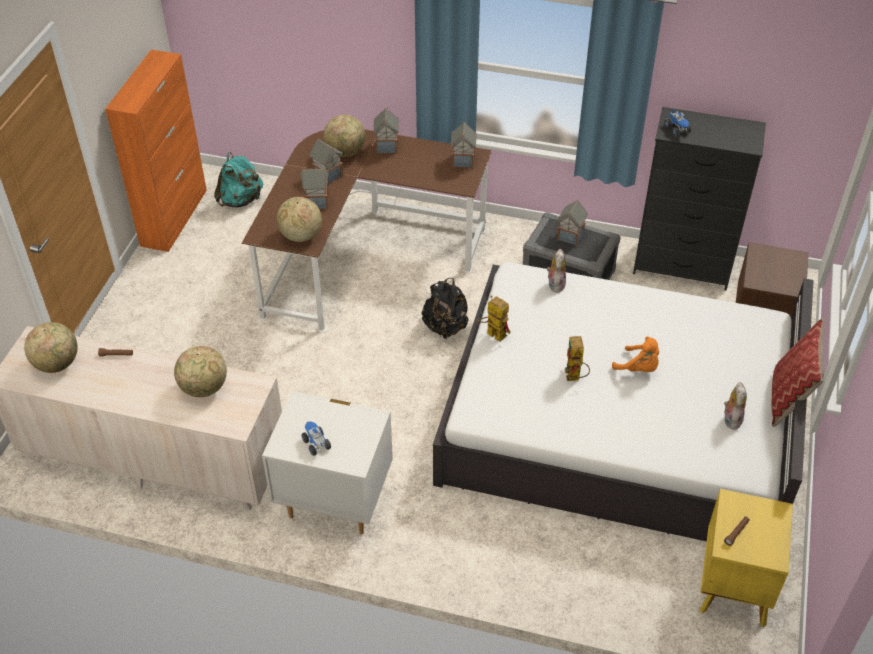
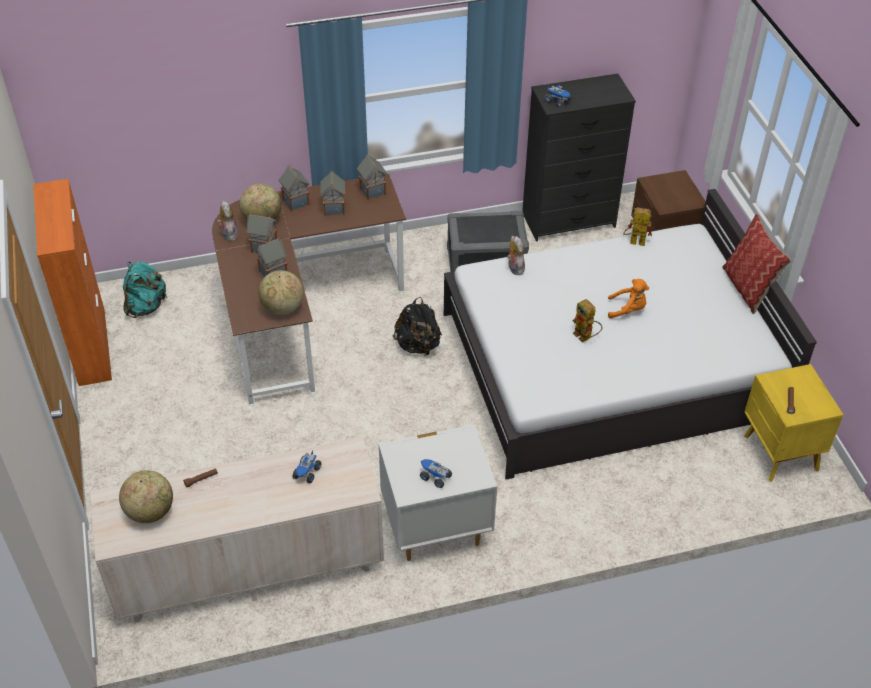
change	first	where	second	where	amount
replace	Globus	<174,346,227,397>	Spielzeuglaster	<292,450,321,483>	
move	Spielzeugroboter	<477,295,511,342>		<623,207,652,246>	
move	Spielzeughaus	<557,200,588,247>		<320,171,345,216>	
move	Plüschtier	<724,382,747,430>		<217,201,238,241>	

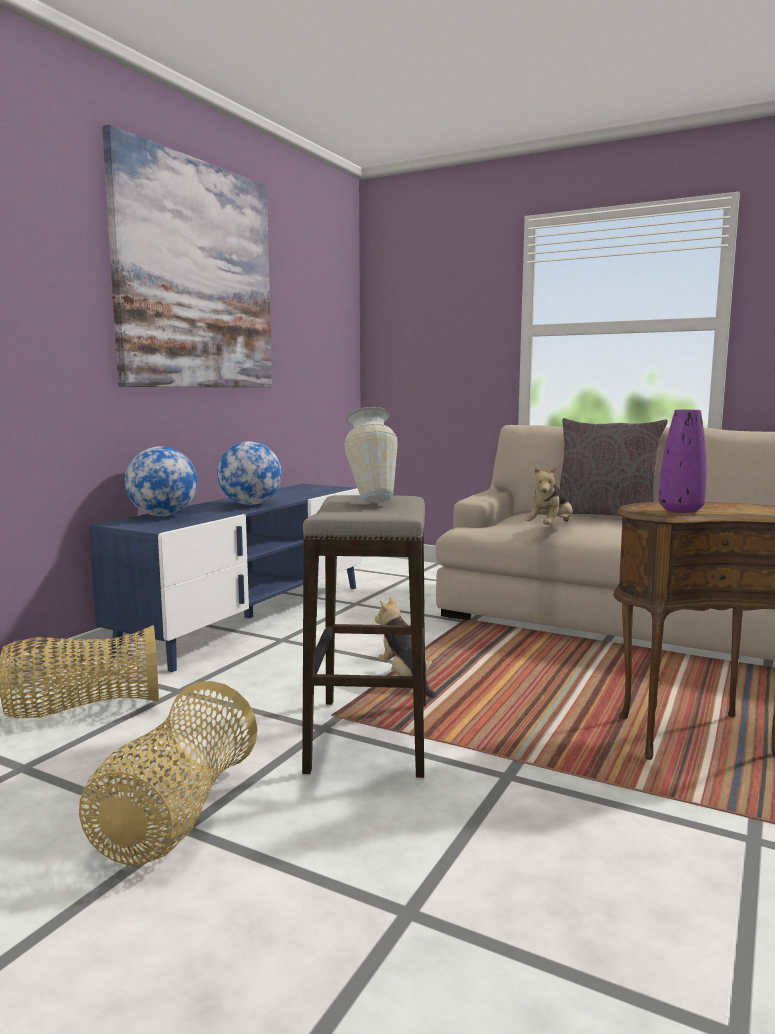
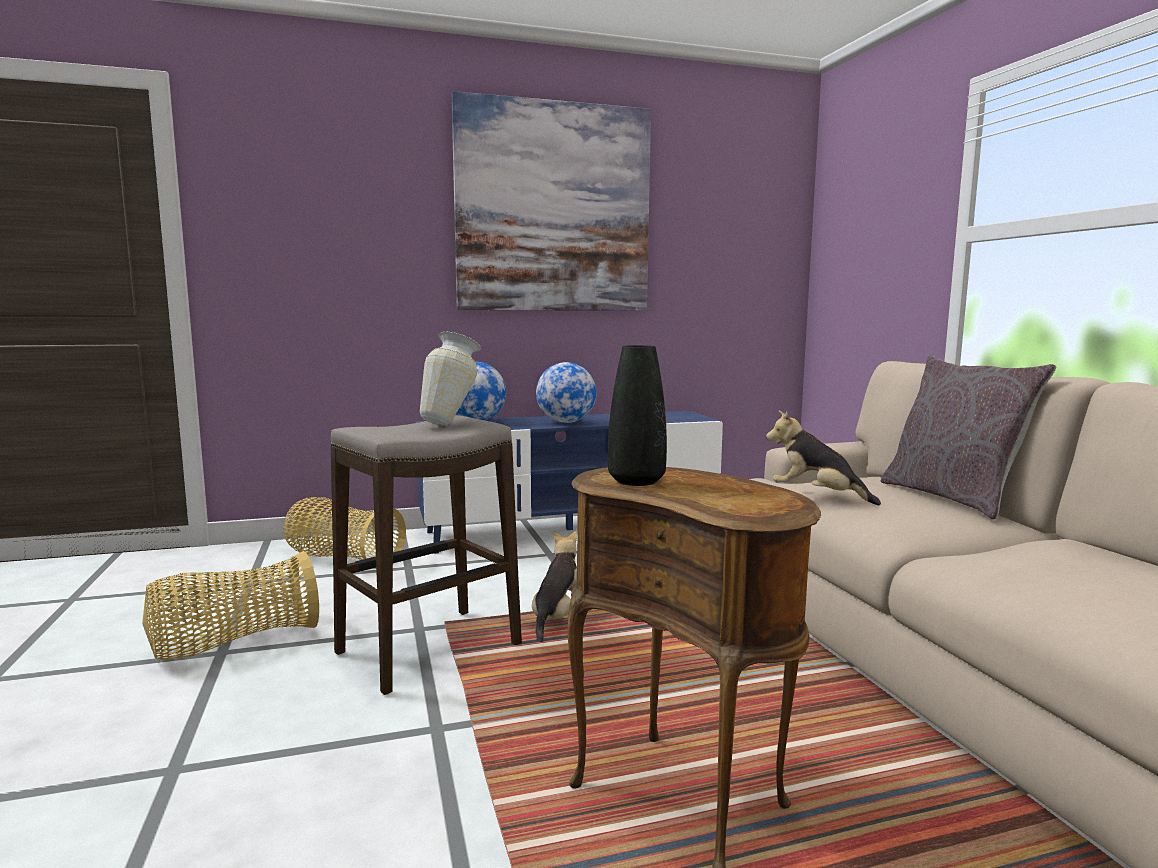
change	first	where	second	where	amount
rotate	Plüschtier	<525,466,573,525>		<766,411,881,506>	45 degrees clockwise
recolor	Vase [lila]	<659,410,707,513>	Vase [schwarz]	<608,345,667,486>	

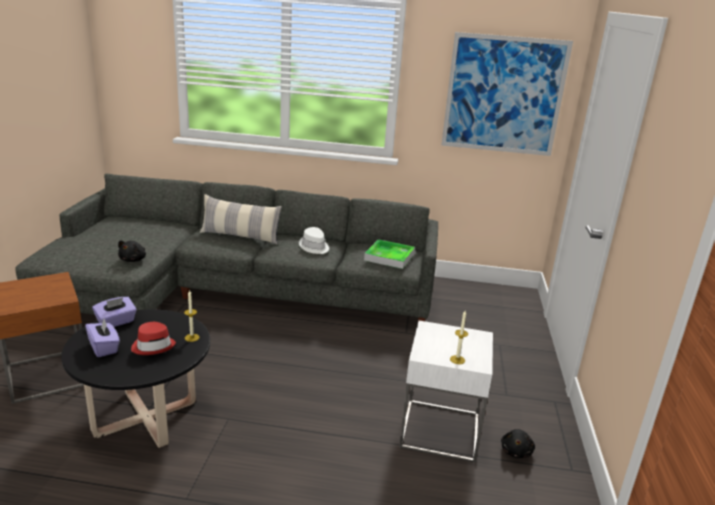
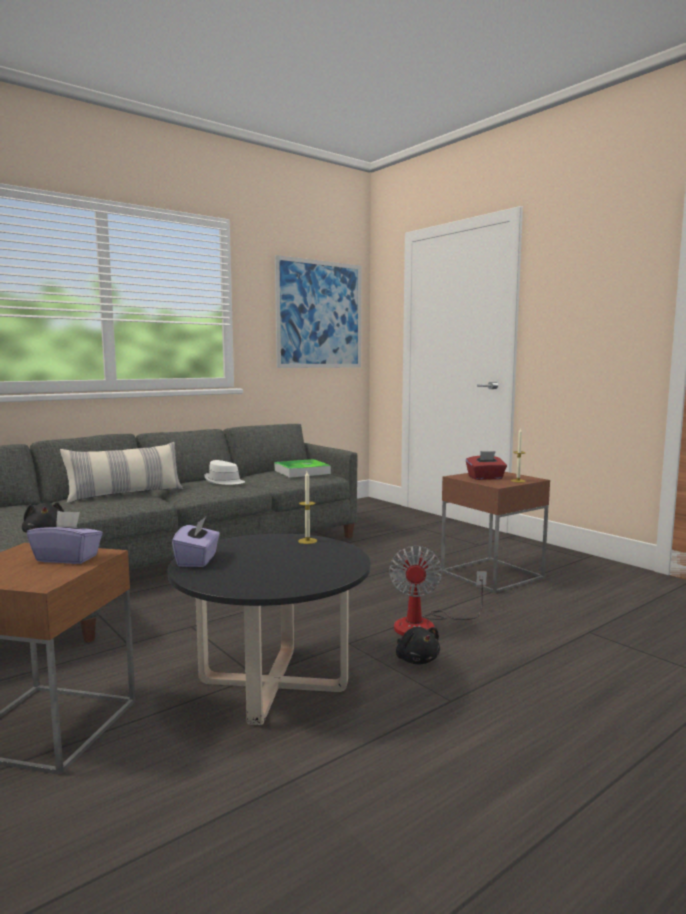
change	first	where	second	where	amount
move	Taschentuchbox [lila]	<85,319,120,357>		<27,511,103,564>	
delete	Hut [rot]	<131,322,176,355>			
recolor	Beistelltisch [weiß]	<399,321,493,463>	Beistelltisch [braun]	<441,472,550,593>	
move	Plüschtier [schwarz]	<501,429,535,458>		<396,627,440,664>	
insert			Ventilator	<389,546,487,636>	
insert			Taschentuchbox [rot]	<466,451,507,480>	

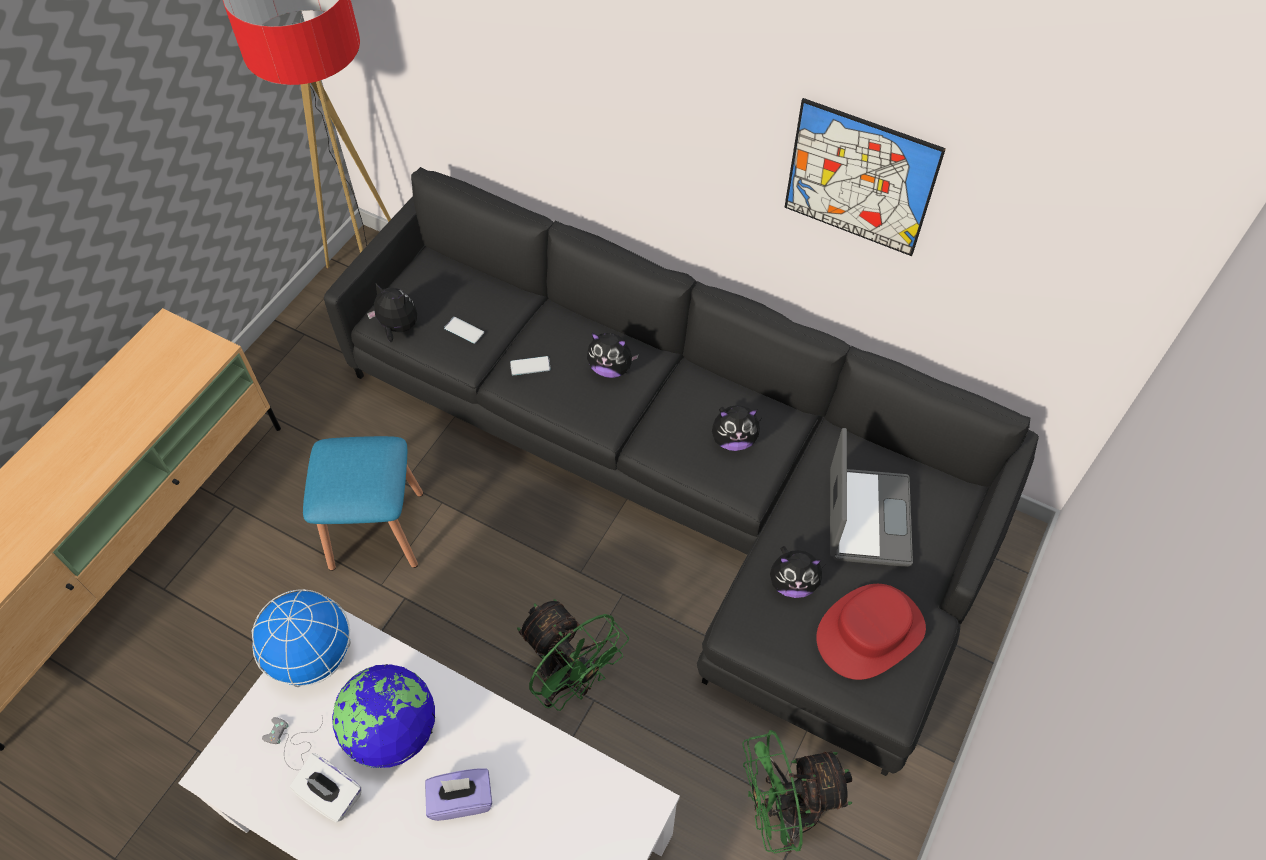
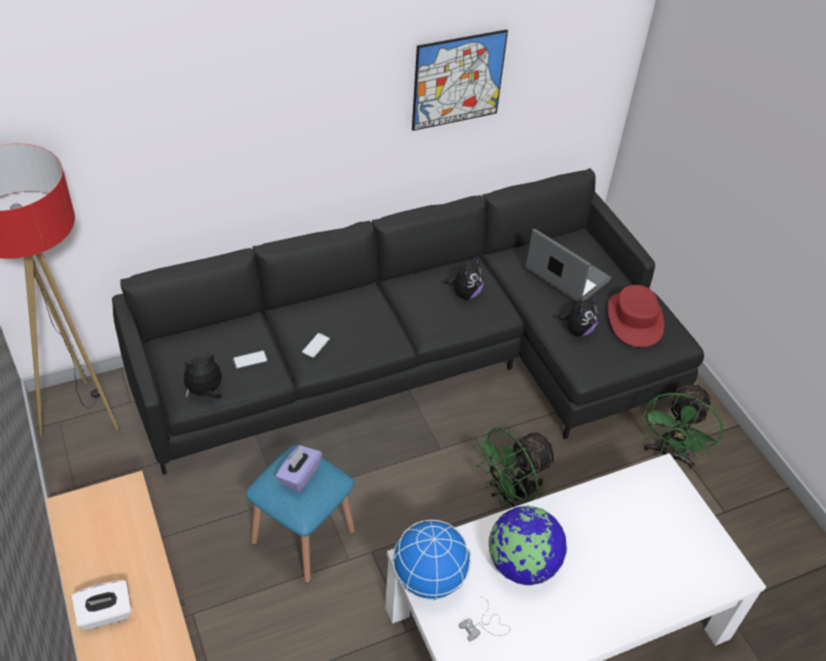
change	first	where	second	where	amount
move	Taschentuchbox [weiß]	<290,753,362,823>		<72,580,131,630>	
move	Taschentuchbox [lila]	<425,769,492,821>		<275,445,322,493>	
rotate	Ventilator [grün]	<517,599,629,711>		<473,427,557,508>	150 degrees clockwise
delete	Plüschtier	<587,333,639,378>			

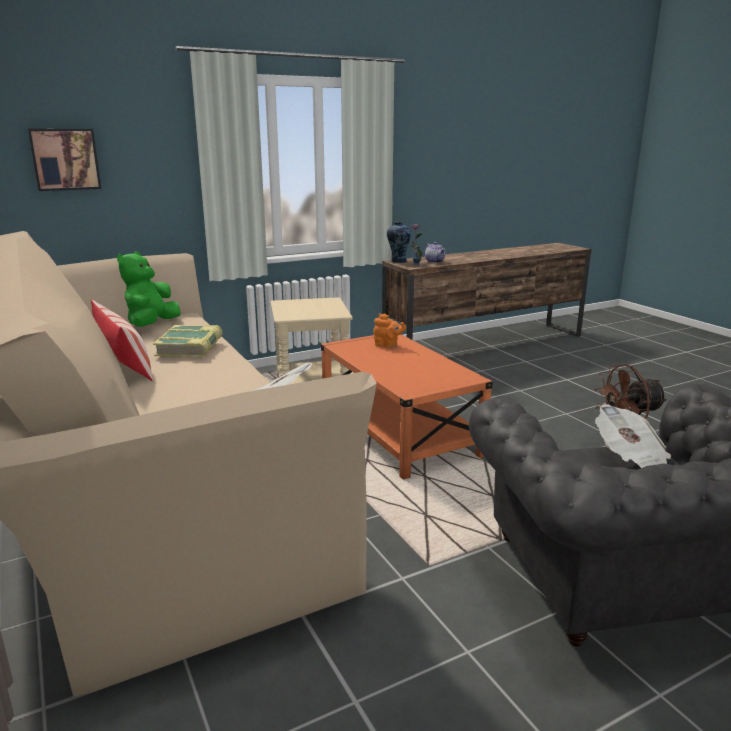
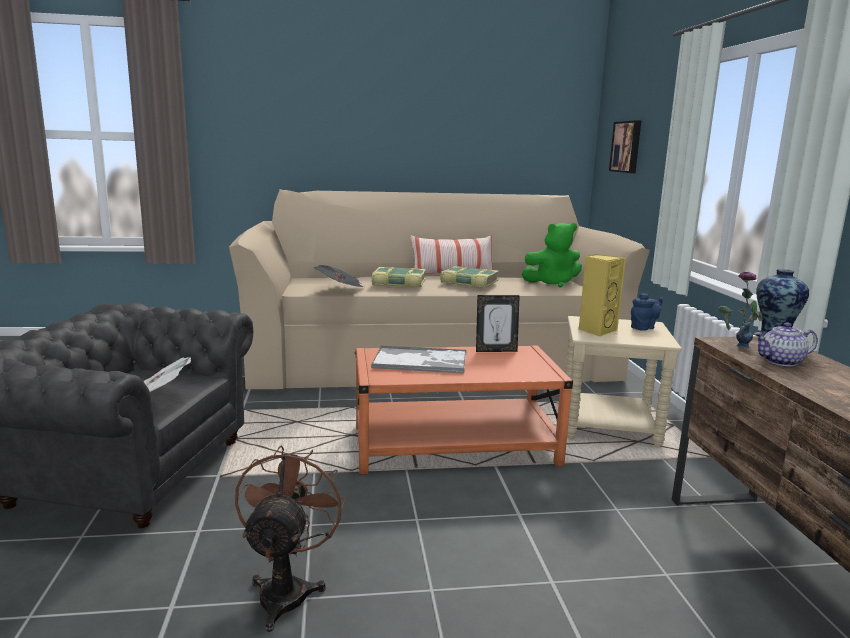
change	first	where	second	where	amount
rotate	Plüschtier [grün]	<117,252,180,327>		<522,223,582,288>	135 degrees clockwise
delete	Teekanne [orange]	<374,313,406,348>			
insert			Tablett	<371,346,467,374>	
insert			Buch	<372,267,426,287>	
insert			Bilderrahmen	<476,295,520,352>	
insert			Lautsprecher [gelb]	<579,254,626,337>	
insert			Teekanne [blau]	<631,293,663,331>	

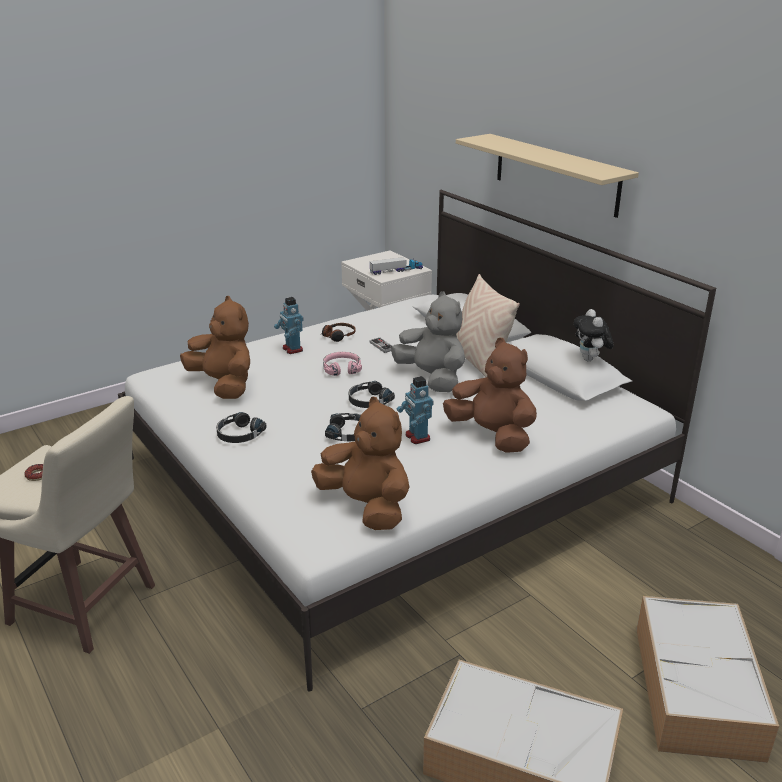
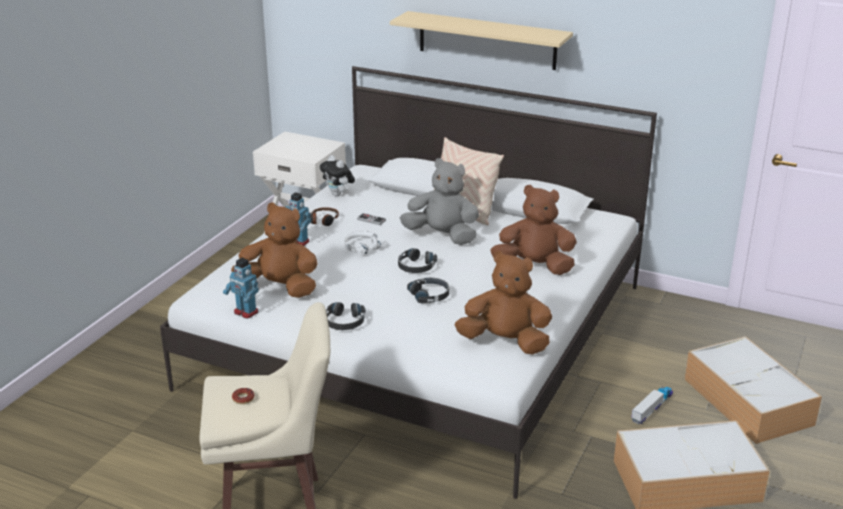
change	first	where	second	where	amount
recolor	Kopfhörer [rosa]	<323,352,362,376>	Kopfhörer [weiß]	<344,231,384,255>	
move	Spielzeuglaster	<370,257,423,275>		<631,386,673,424>	
move	Spielzeugroboter	<397,376,433,444>		<223,258,259,319>	
move	Plüschtier	<574,309,614,361>		<320,155,355,197>	

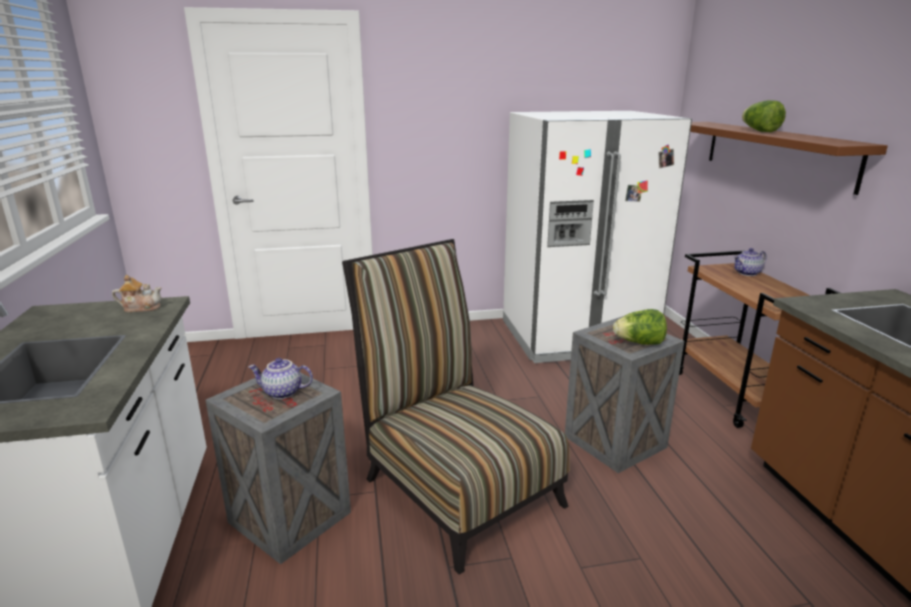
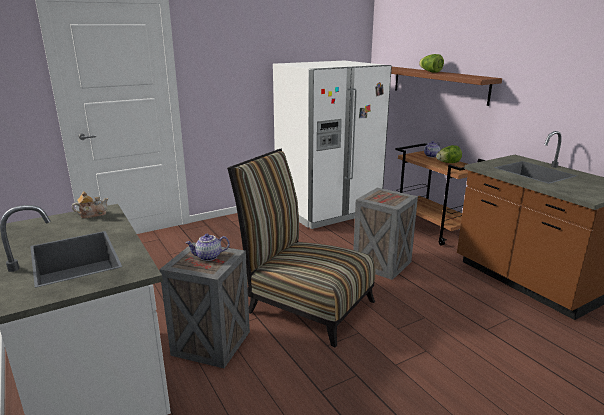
change	first	where	second	where	amount
move	Salatkopf	<613,309,667,345>		<436,145,462,163>	

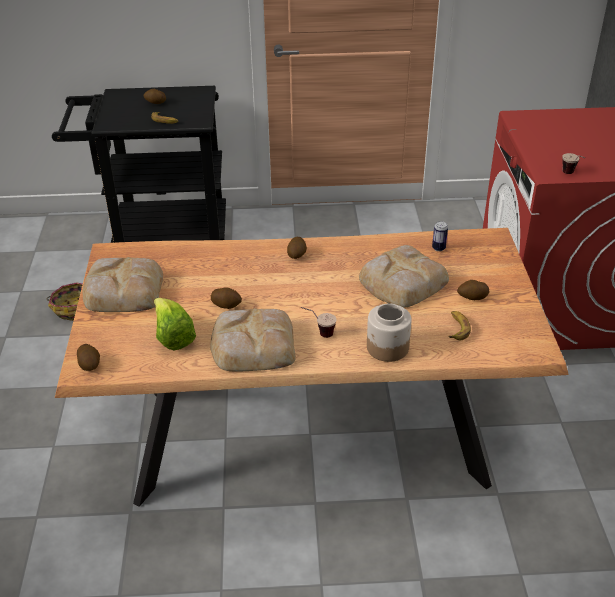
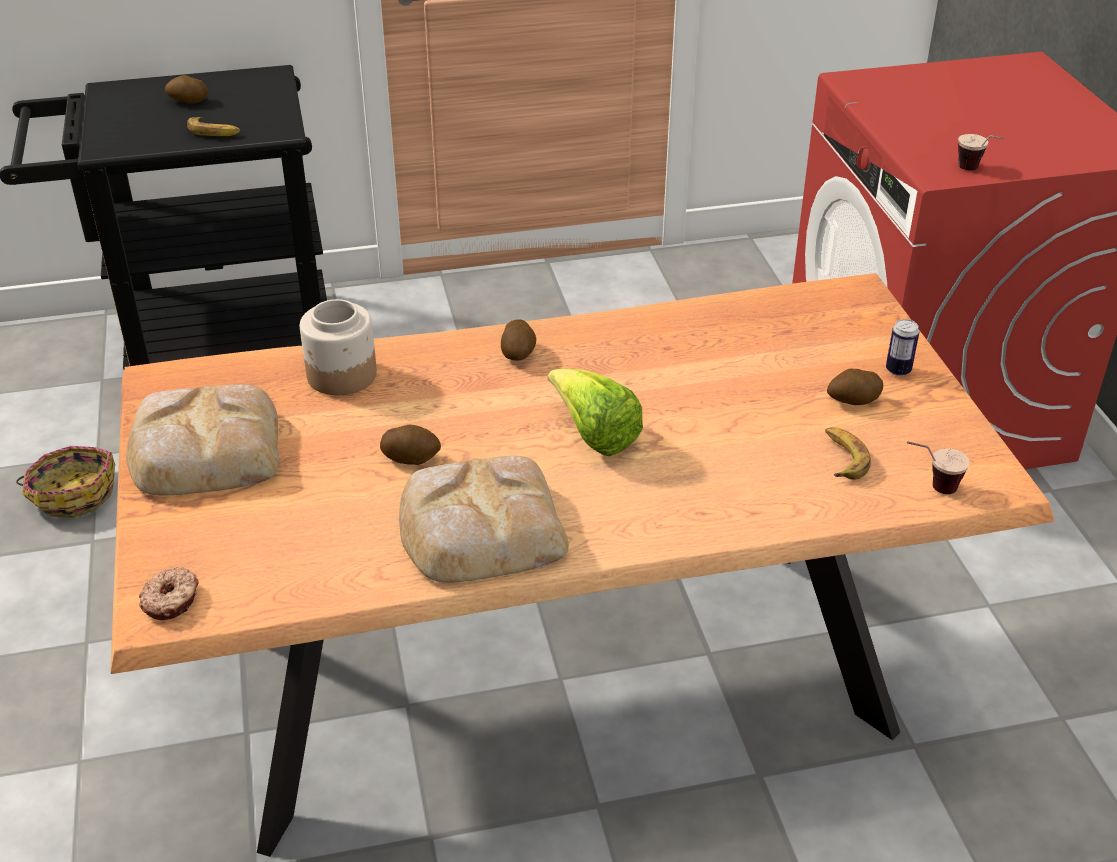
change	first	where	second	where	amount
replace	Kartoffel	<77,344,100,371>	Donut	<139,567,199,620>	
move	Salatkopf	<154,298,196,350>		<548,369,643,456>	
move	Tasse	<301,307,336,338>		<907,441,970,494>	
delete	Brot	<359,245,449,307>			
move	Vorratsglas	<367,304,412,362>		<300,299,377,395>	
move	Dose	<432,221,448,251>		<886,319,919,376>	

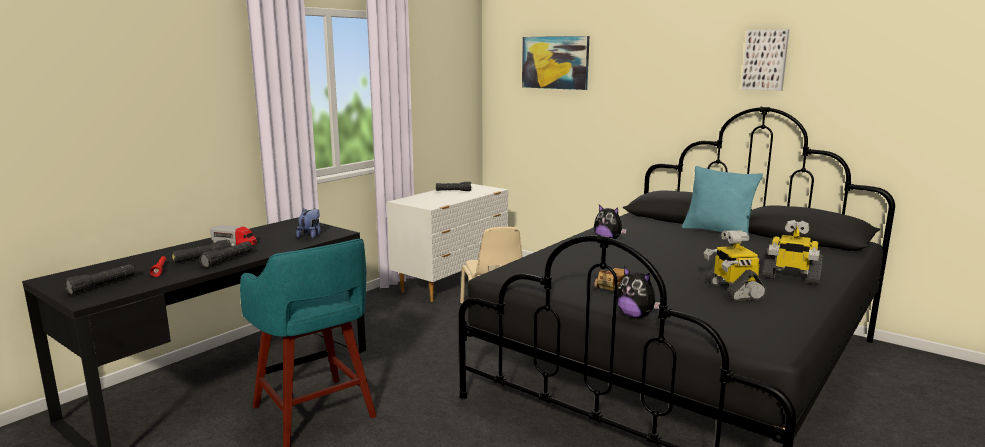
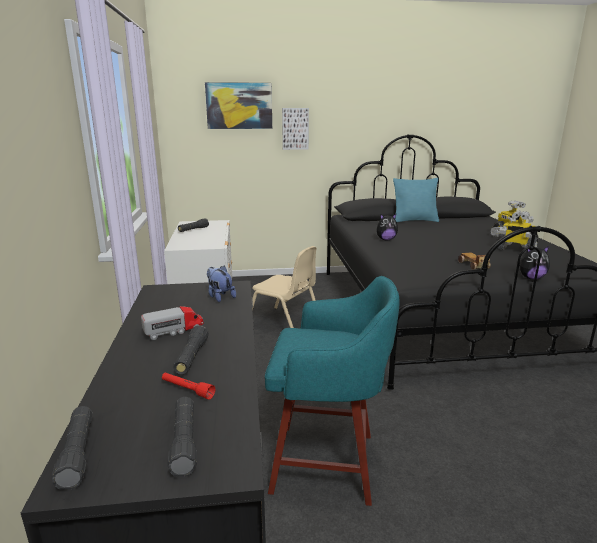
change	first	where	second	where	amount
move	Taschenlampe [schwarz]	<199,241,253,268>		<52,406,92,490>	
move	Bild	<741,29,790,91>		<282,108,309,150>	

